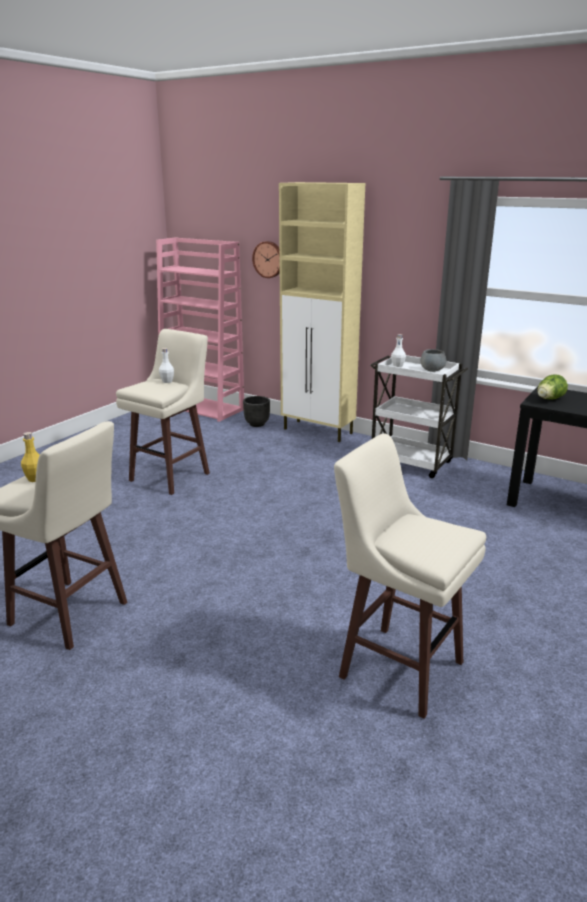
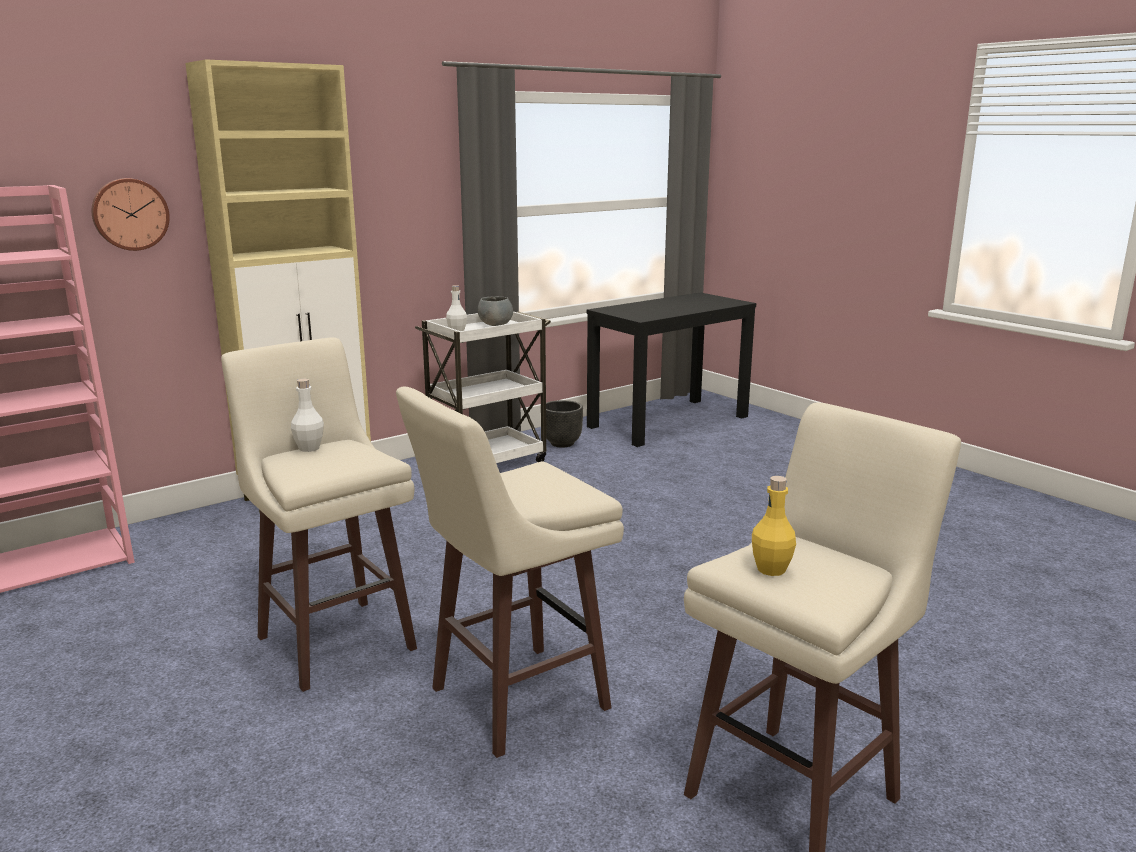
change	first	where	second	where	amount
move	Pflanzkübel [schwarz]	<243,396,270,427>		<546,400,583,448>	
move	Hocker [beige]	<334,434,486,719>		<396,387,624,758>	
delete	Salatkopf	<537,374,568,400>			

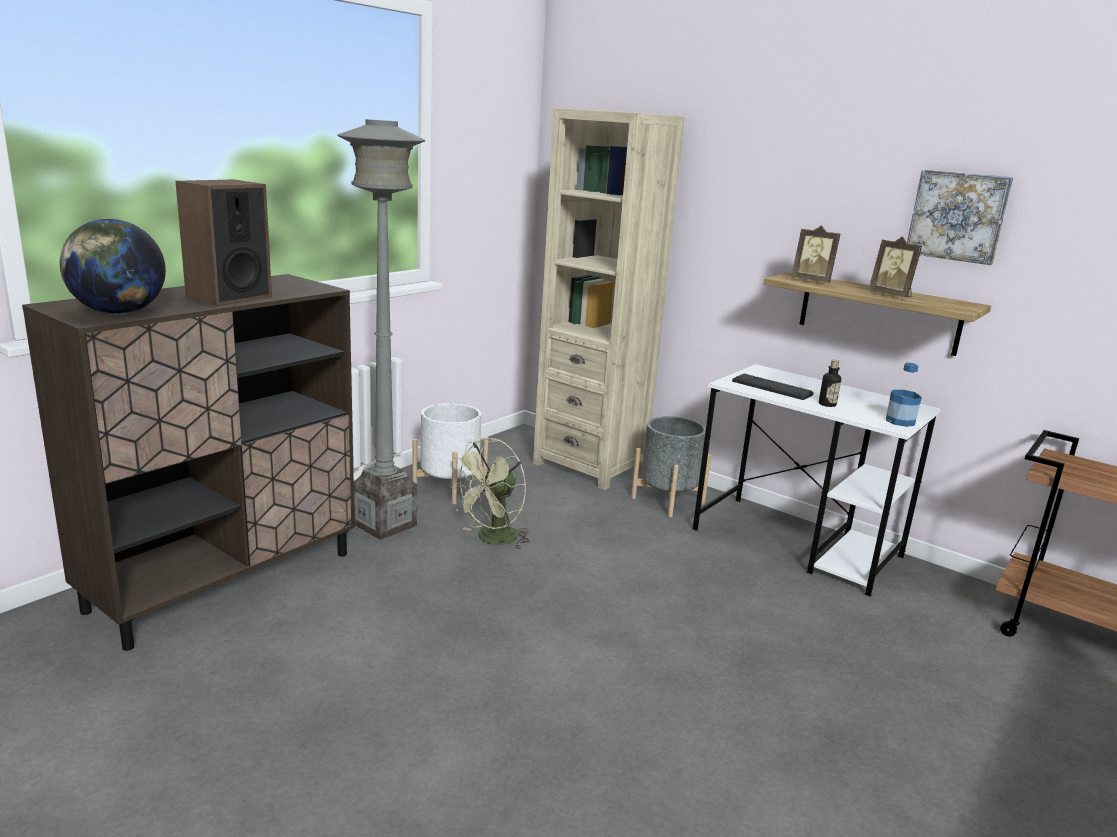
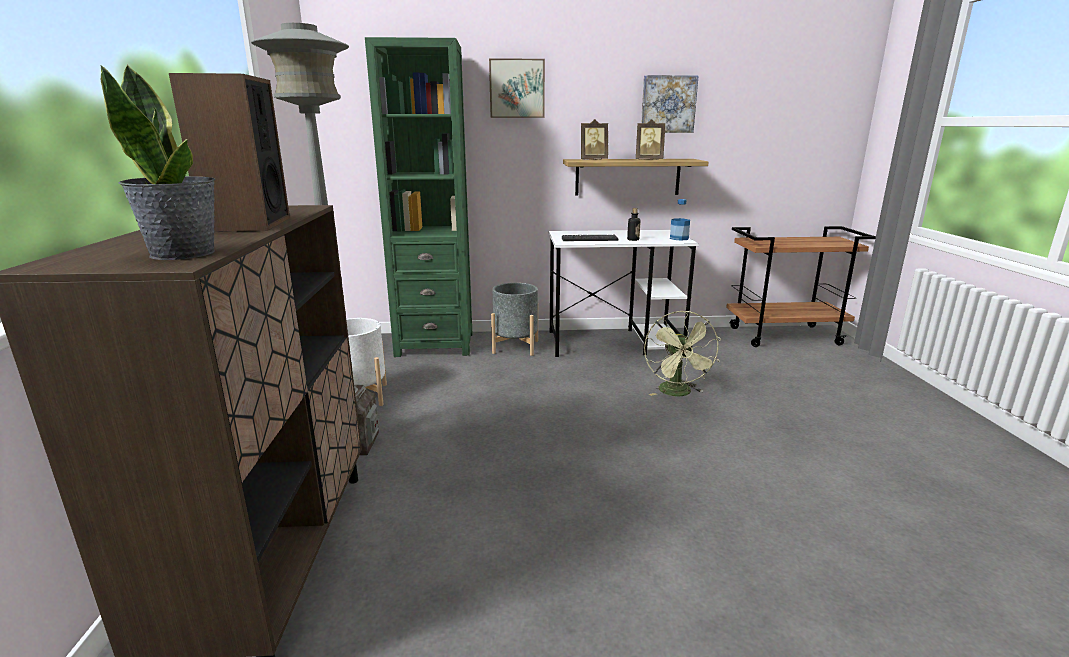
change	first	where	second	where	amount
replace	Globus	<60,219,166,315>	Topfpflanze	<101,64,216,260>	
move	Ventilator [grün]	<449,438,530,550>		<644,311,721,396>	
recolor	Bücherregal [beige]	<533,108,685,490>	Bücherregal [grün]	<365,37,472,357>	
insert			Bild	<489,58,545,118>	

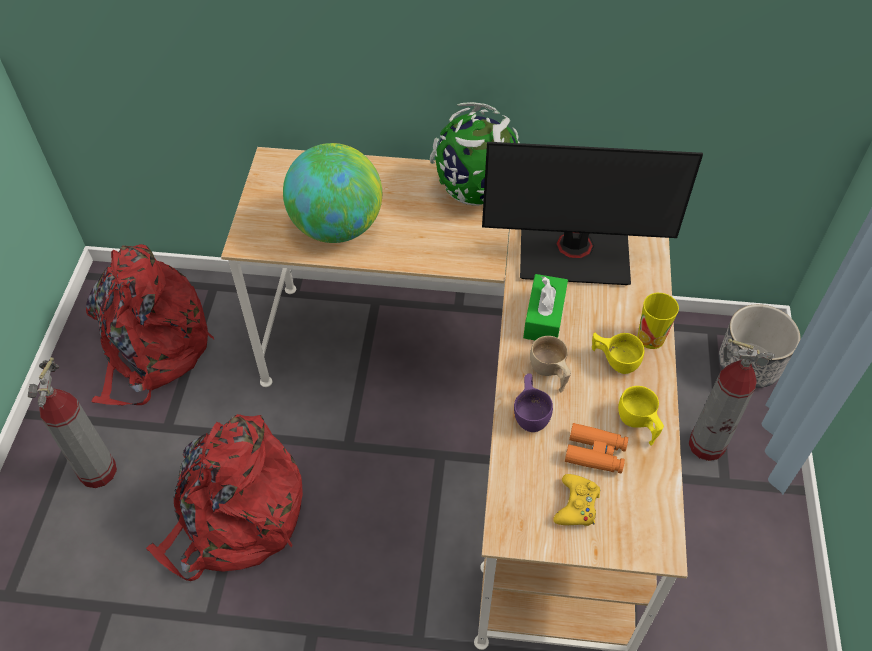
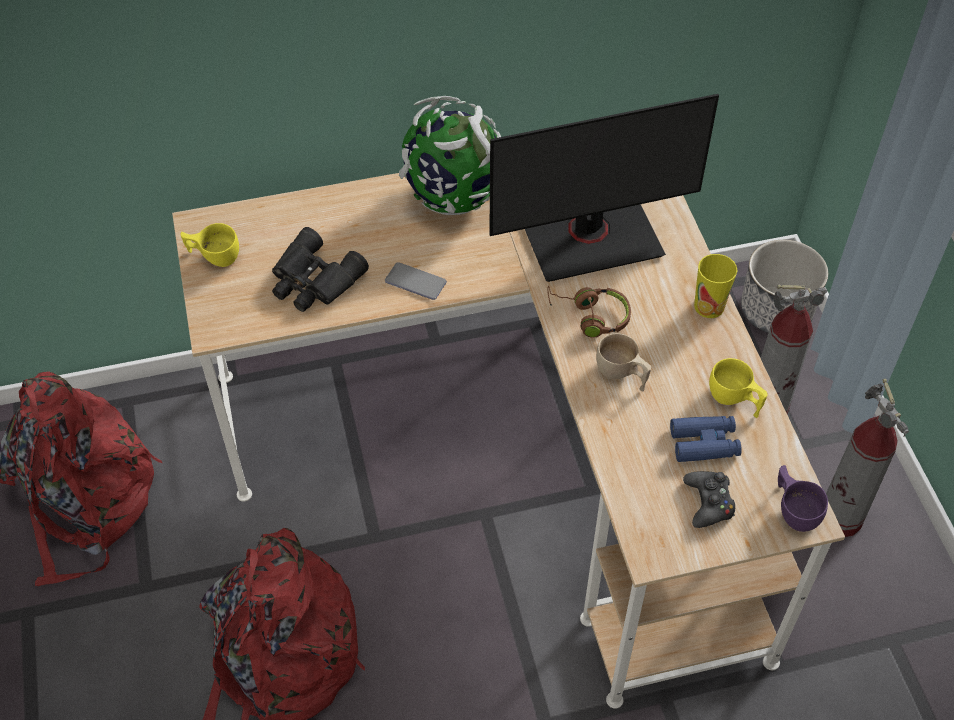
change	first	where	second	where	amount
move	Feuerlöscher	<28,357,117,488>		<826,378,909,537>	
replace	Globus	<283,143,382,243>	Fernglas [schwarz]	<272,227,369,312>	
move	Tasse [lila]	<514,373,553,432>		<778,465,828,532>	
replace	Taschentuchbox [grün]	<523,274,568,340>	Kopfhörer [braun]	<547,286,631,338>	
recolor	Gamepad [gelb]	<553,474,600,526>	Gamepad [schwarz]	<683,471,735,528>	
recolor	Fernglas [orange]	<565,423,628,473>	Fernglas [blau]	<670,416,742,462>	
move	Tasse [gelb]	<592,333,644,374>		<180,223,239,267>	
insert			Handy	<385,262,447,300>	

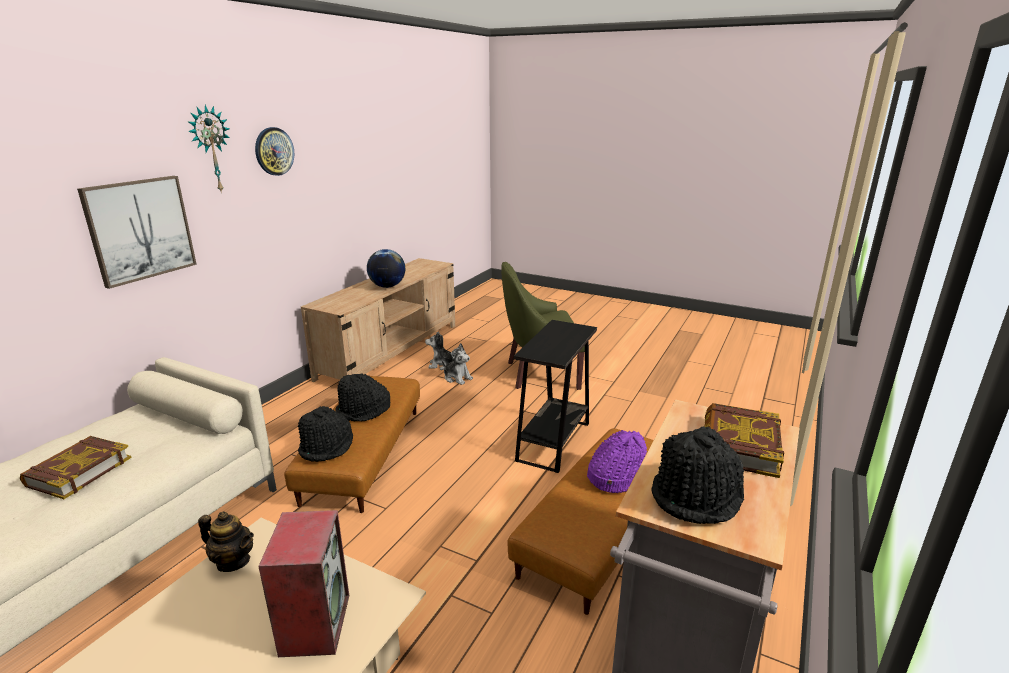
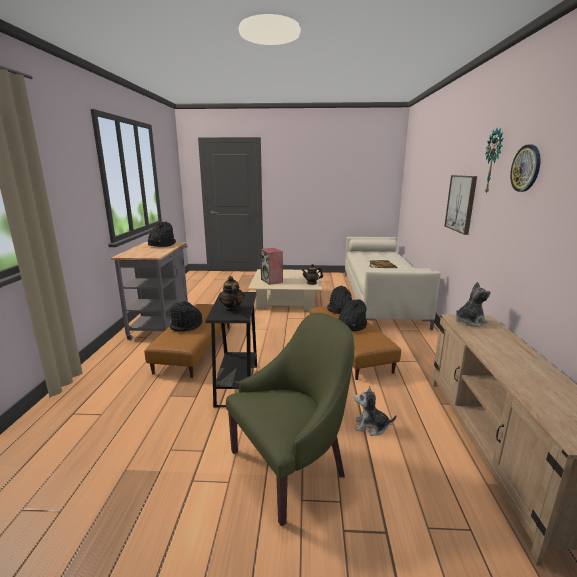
change	first	where	second	where	amount
delete	Globus	<367,249,405,288>			
move	Plüschtier	<425,331,454,370>		<456,282,490,327>	
recolor	Hut [lila]	<587,430,647,493>	Hut [schwarz]	<170,301,203,332>	
delete	Buch	<705,403,784,478>			
insert			Teekanne	<219,276,245,312>	

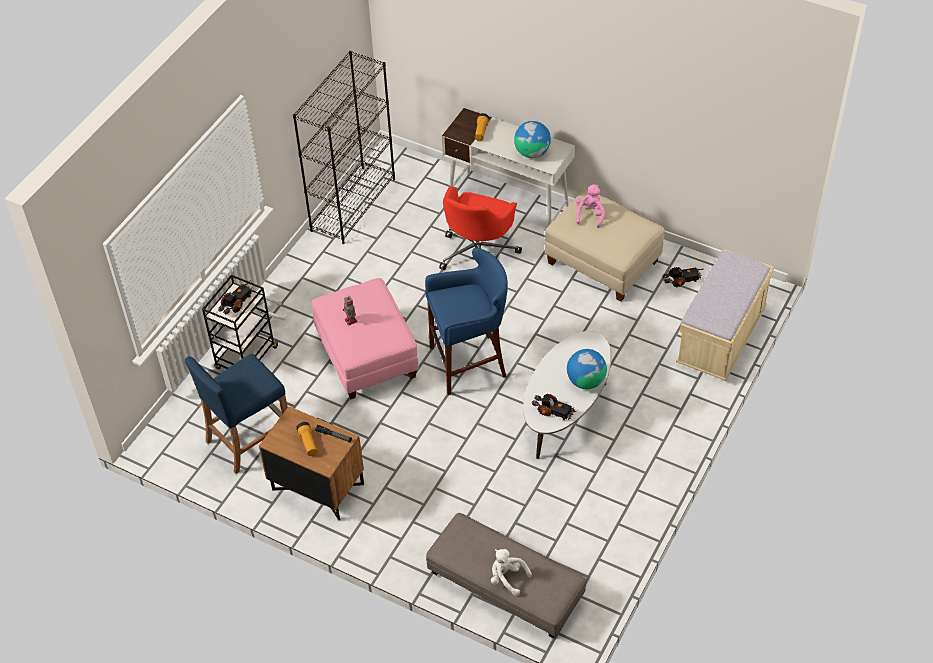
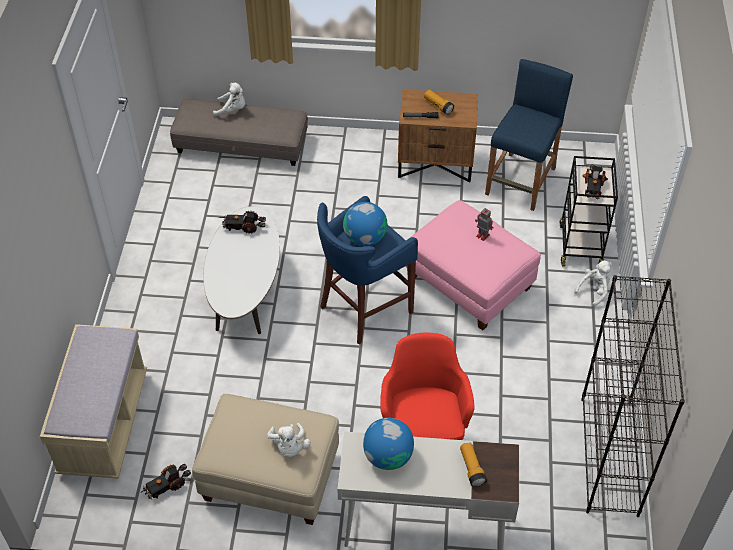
change	first	where	second	where	amount
move	Globus	<567,349,607,389>		<343,202,387,246>	
recolor	Plüschtier [rosa]	<576,184,605,228>	Plüschtier [weiß]	<267,423,311,457>	

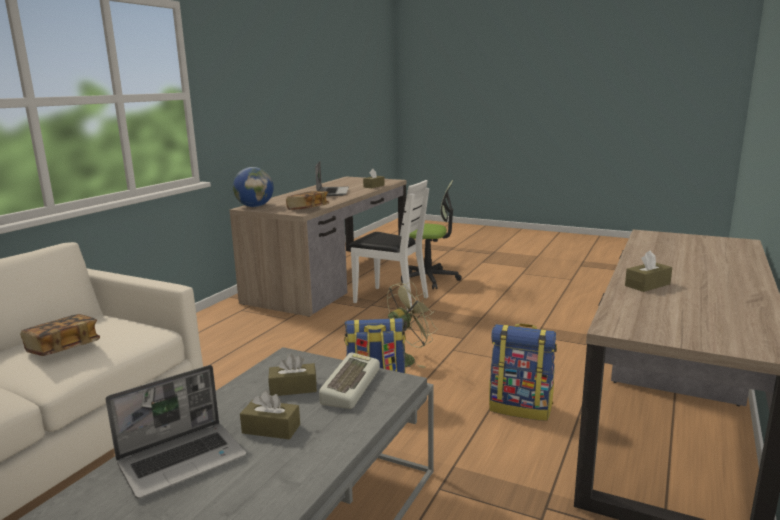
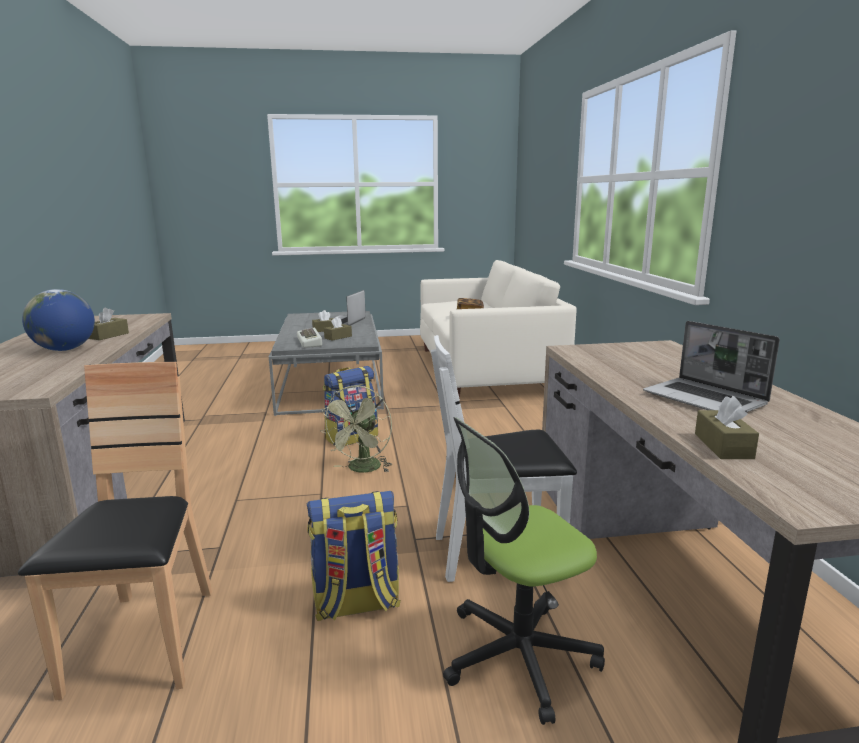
change	first	where	second	where	amount
move	Globus	<233,167,274,207>		<22,289,95,351>	
delete	Buch	<286,191,329,210>			
move	Rucksack	<489,323,557,421>		<306,491,401,621>	
insert			Stuhl [braun]	<18,362,212,700>	

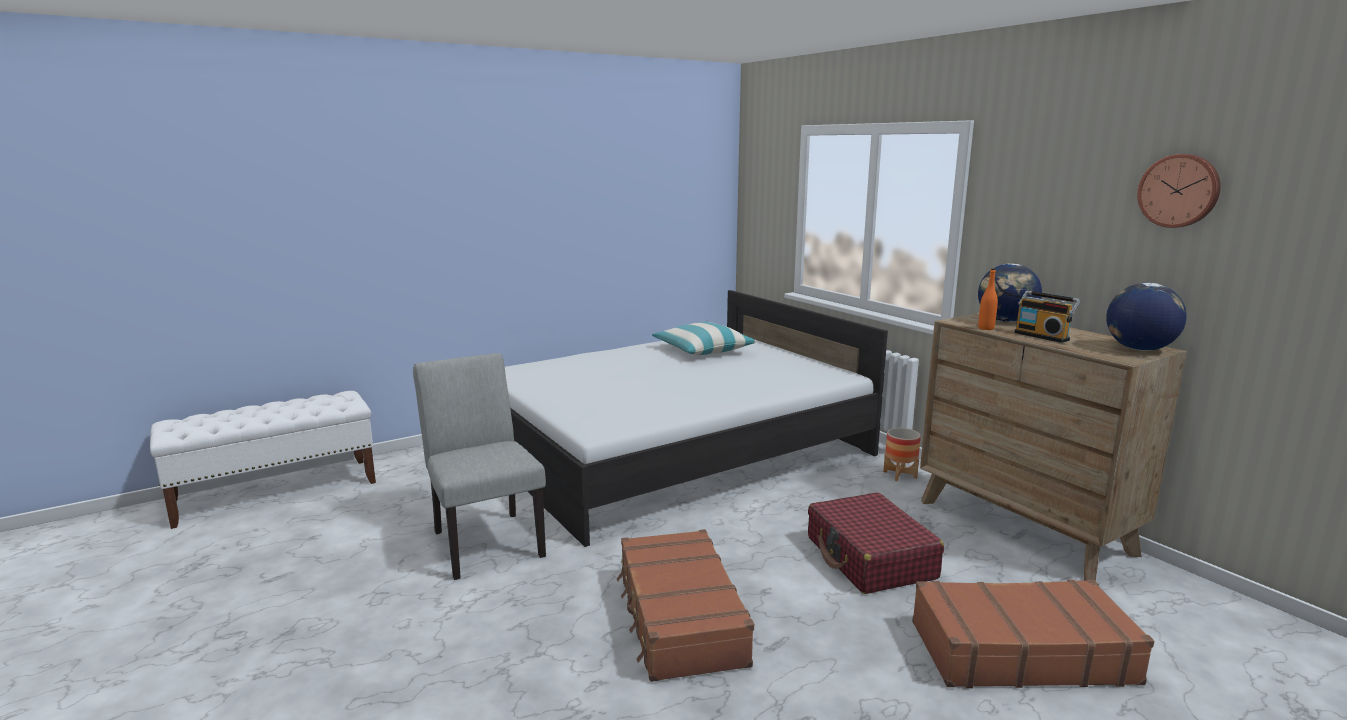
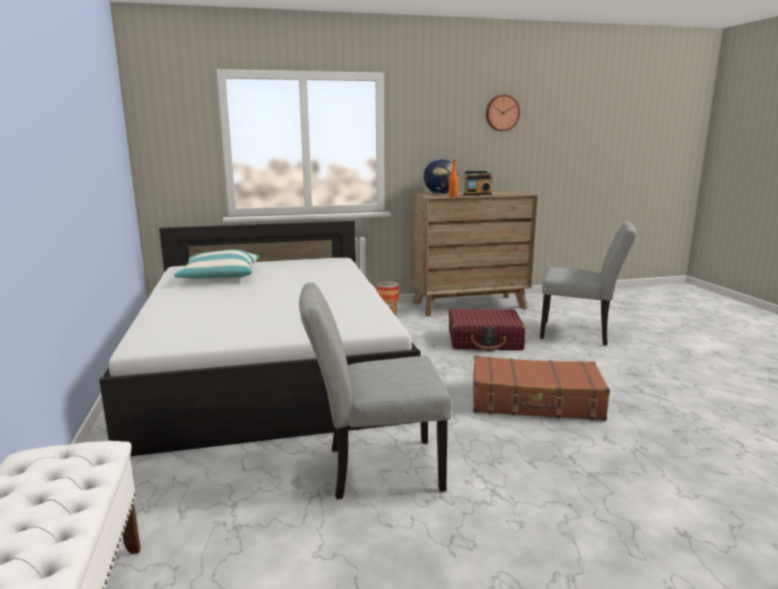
change	first	where	second	where	amount
replace	Koffer [braun]	<912,579,1155,688>	Stuhl [grau]	<540,222,637,345>	
delete	Globus	<1106,283,1187,351>			

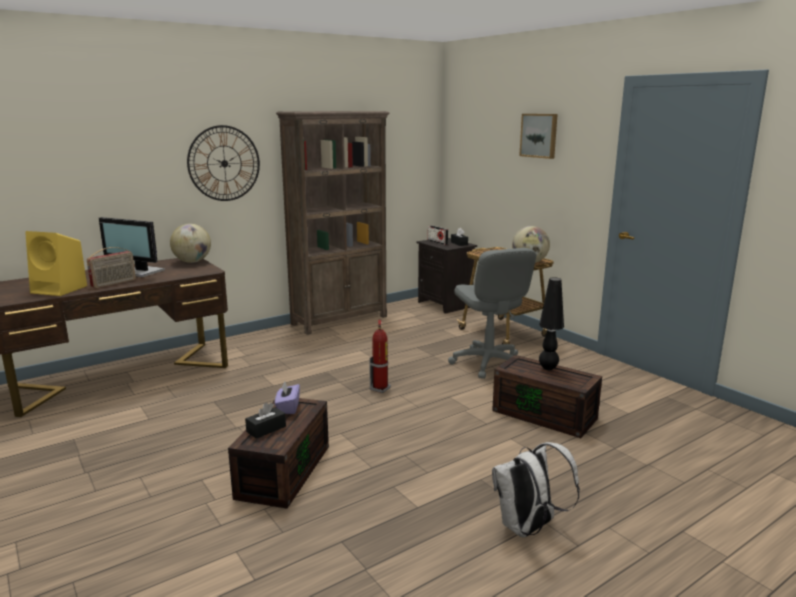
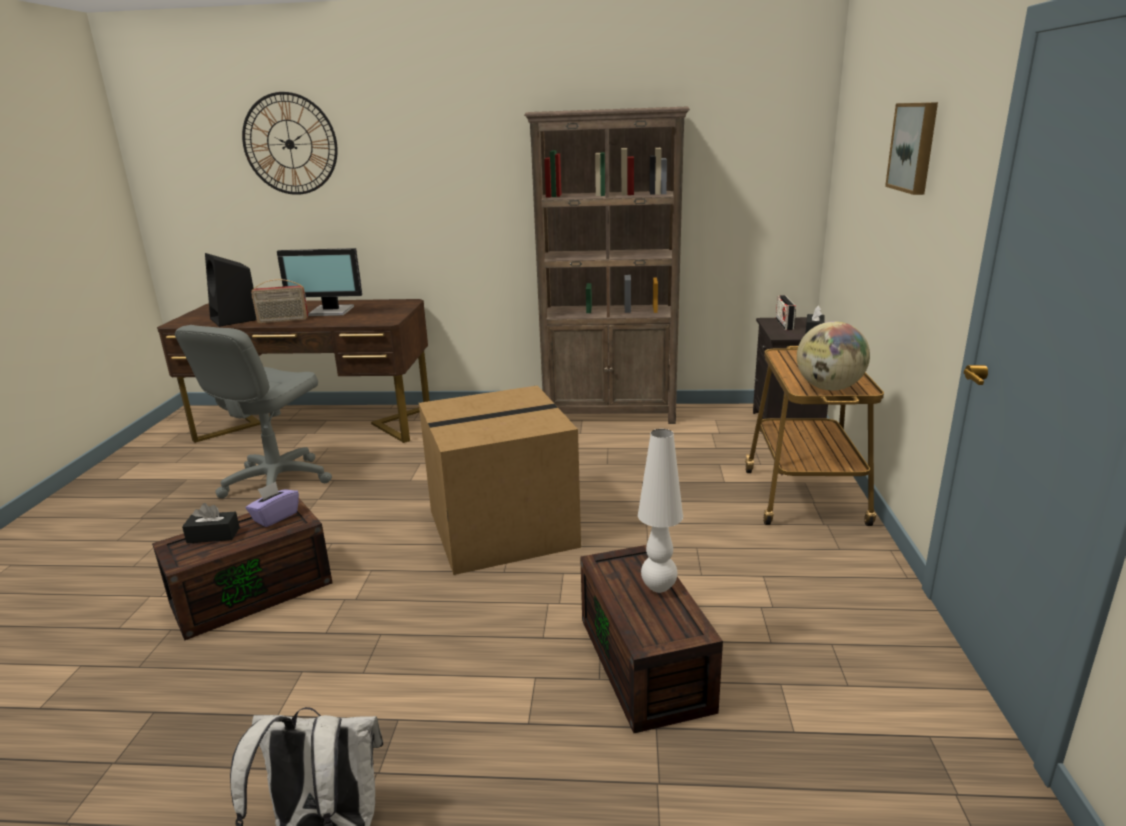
change	first	where	second	where	amount
recolor	Lautsprecher [gelb]	<25,231,87,296>	Lautsprecher [schwarz]	<205,253,257,327>	
rotate	Monitor	<99,217,165,277>		<277,248,362,316>	60 degrees counterclockwise
delete	Globus	<170,224,211,263>			
move	Wanduhr	<187,125,260,201>		<242,92,338,195>	
replace	Feuerlöscher	<369,320,391,393>	Karton	<419,385,581,575>	
move	Bürostuhl [grau]	<448,248,536,379>		<175,325,332,498>	
recolor	Tischlampe [schwarz]	<539,277,564,370>	Tischlampe [weiß]	<638,429,683,593>	

